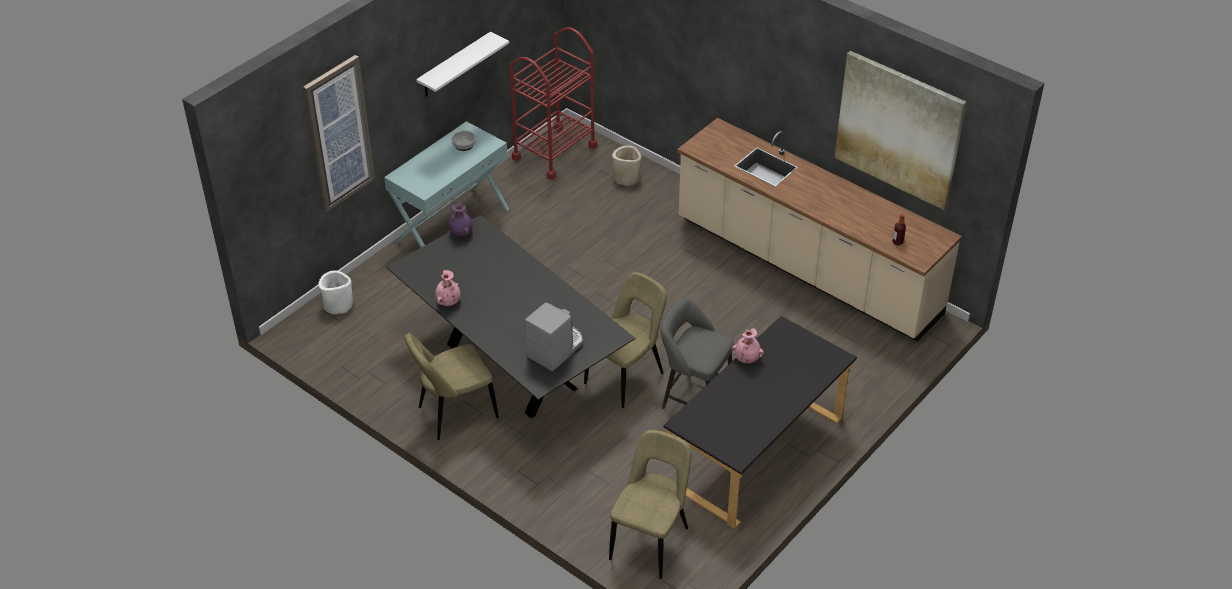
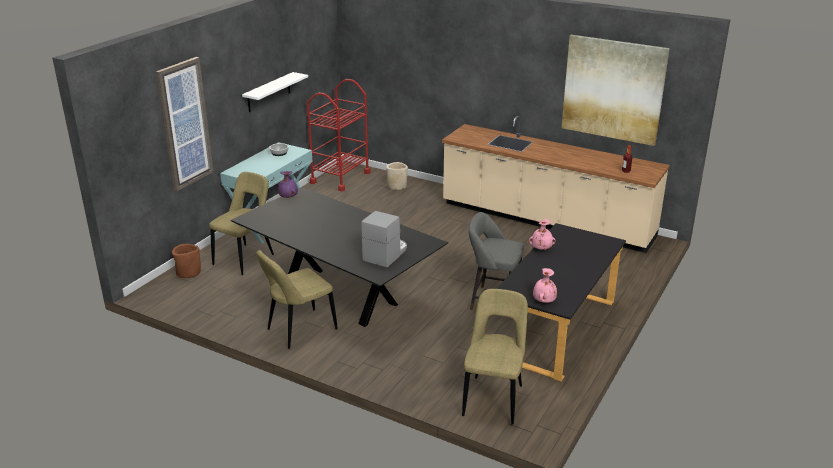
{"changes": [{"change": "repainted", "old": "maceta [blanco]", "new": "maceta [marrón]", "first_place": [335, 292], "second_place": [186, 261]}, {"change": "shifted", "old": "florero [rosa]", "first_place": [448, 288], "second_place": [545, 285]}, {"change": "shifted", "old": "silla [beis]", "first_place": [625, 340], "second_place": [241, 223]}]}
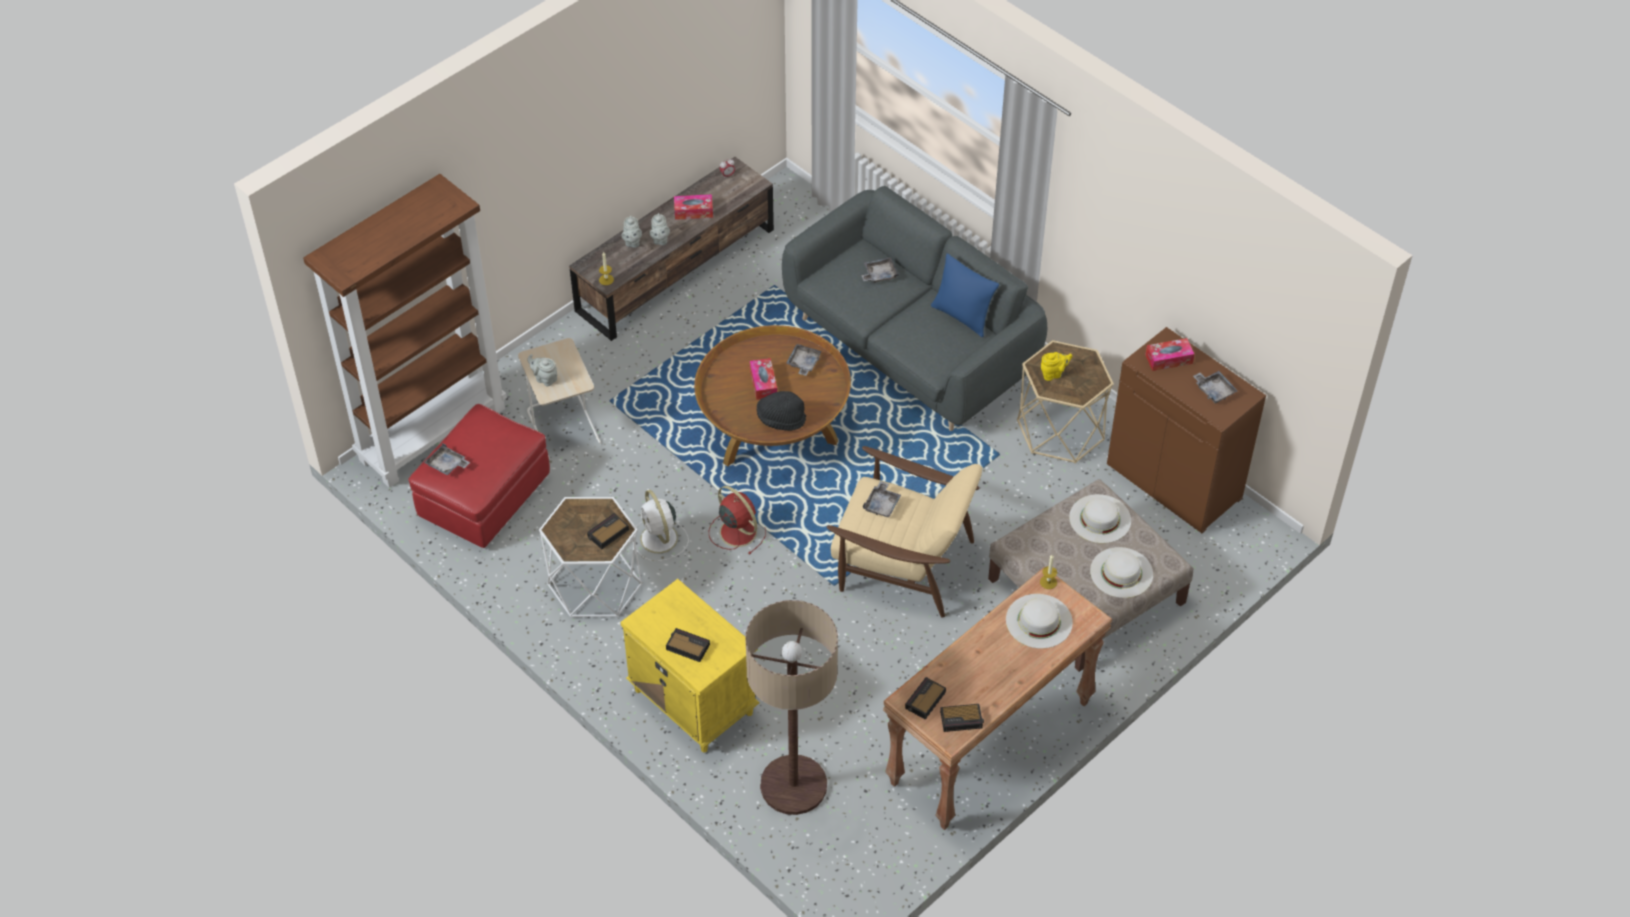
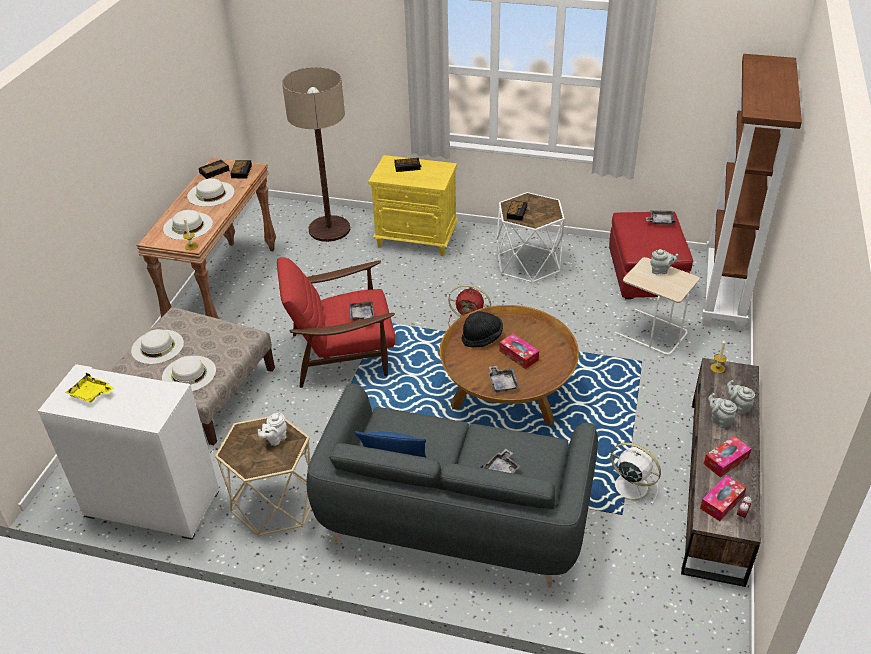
{"changes": [{"change": "shifted", "old": "ventilador [blanco]", "first_place": [661, 525], "second_place": [635, 474]}, {"change": "repainted", "old": "sillón [beis]", "new": "sillón [rojo]", "first_place": [904, 532], "second_place": [336, 322]}, {"change": "repainted", "old": "tetera [amarillo]", "new": "tetera [blanco]", "first_place": [1056, 366], "second_place": [272, 429]}, {"change": "repainted", "old": "armario [marrón]", "new": "armario [blanco]", "first_place": [1186, 430], "second_place": [128, 452]}, {"change": "shifted", "old": "caja de pañuelos", "first_place": [1169, 354], "second_place": [723, 498]}, {"change": "repainted", "old": "bandeja [gris]", "new": "bandeja [amarillo]", "first_place": [1215, 387], "second_place": [90, 388]}, {"change": "new", "new": "sombrero [blanco]", "second_place": [211, 192]}]}
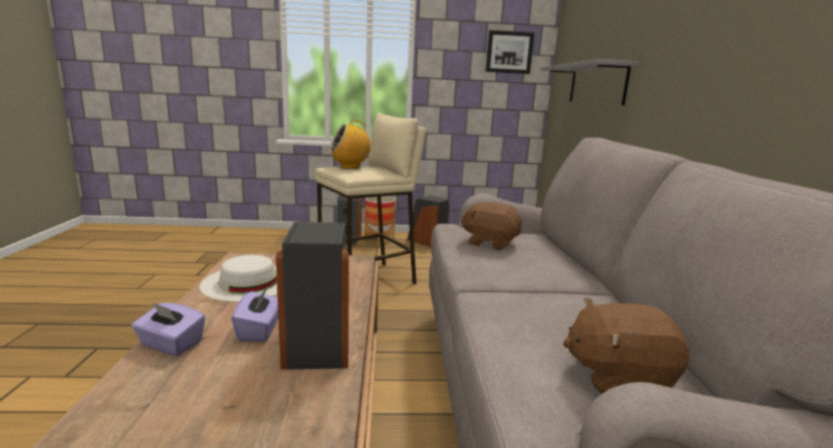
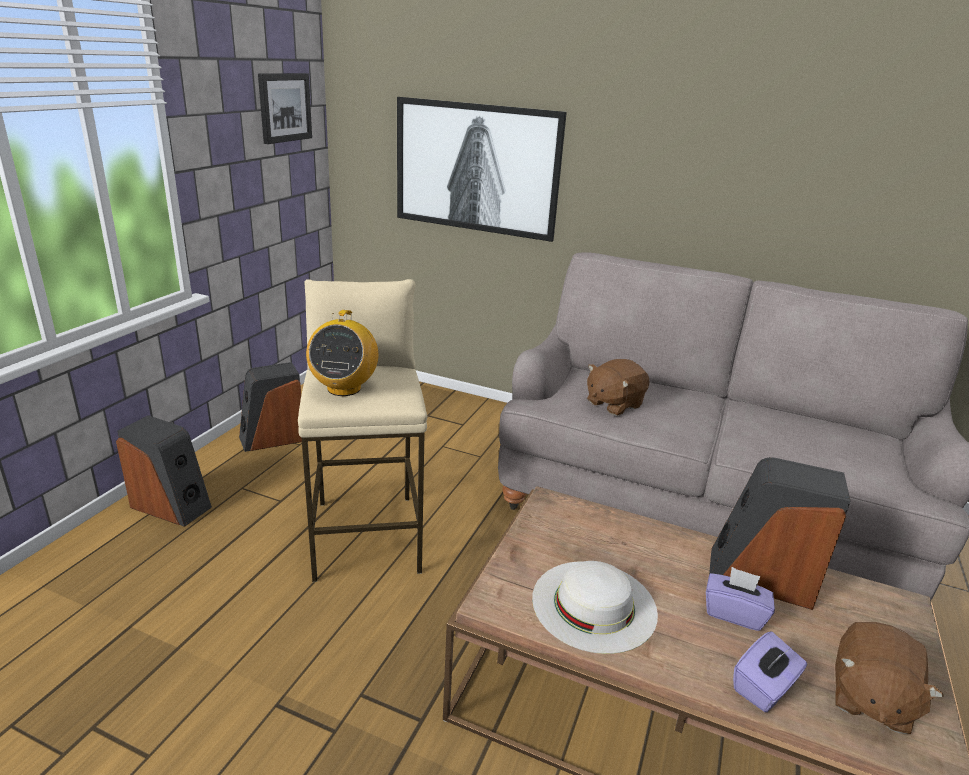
{"changes": [{"change": "gone", "old": "maceta", "first_place": [379, 220]}, {"change": "swapped", "old": "estante [gris]", "new": "cuadro", "first_place": [590, 82], "second_place": [482, 169]}, {"change": "shifted", "old": "peluche [marrón]", "first_place": [626, 346], "second_place": [889, 678]}]}
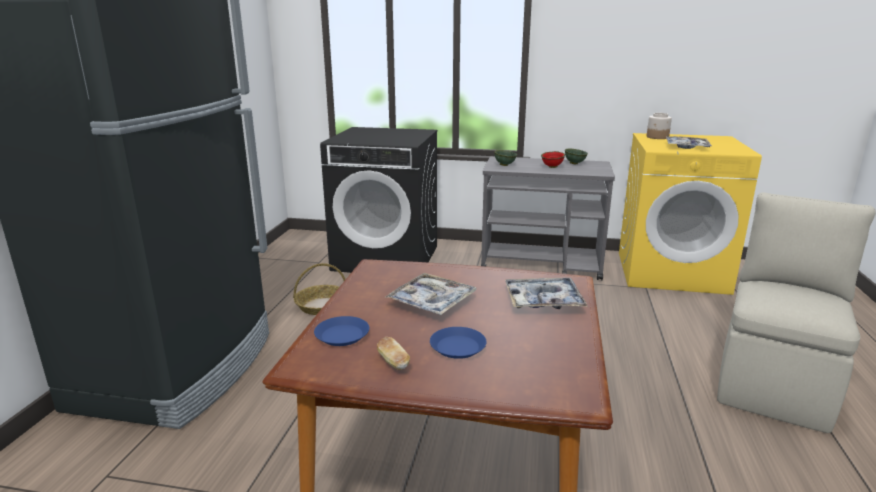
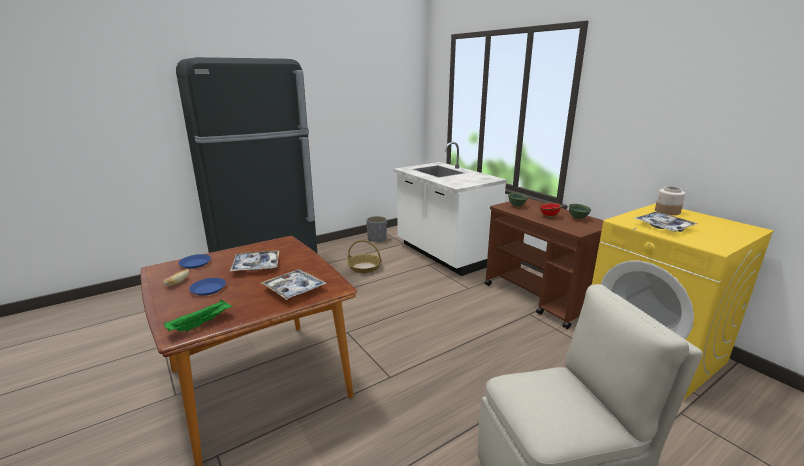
{"changes": [{"change": "swapped", "old": "lavadora [negro]", "new": "mueble bajo de cocina [blanco]", "first_place": [378, 200], "second_place": [450, 209]}, {"change": "repainted", "old": "carrito [gris]", "new": "carrito [marrón]", "first_place": [548, 218], "second_place": [544, 263]}, {"change": "new", "new": "bandeja [verde]", "second_place": [198, 316]}, {"change": "new", "new": "maceta [gris]", "second_place": [376, 229]}]}
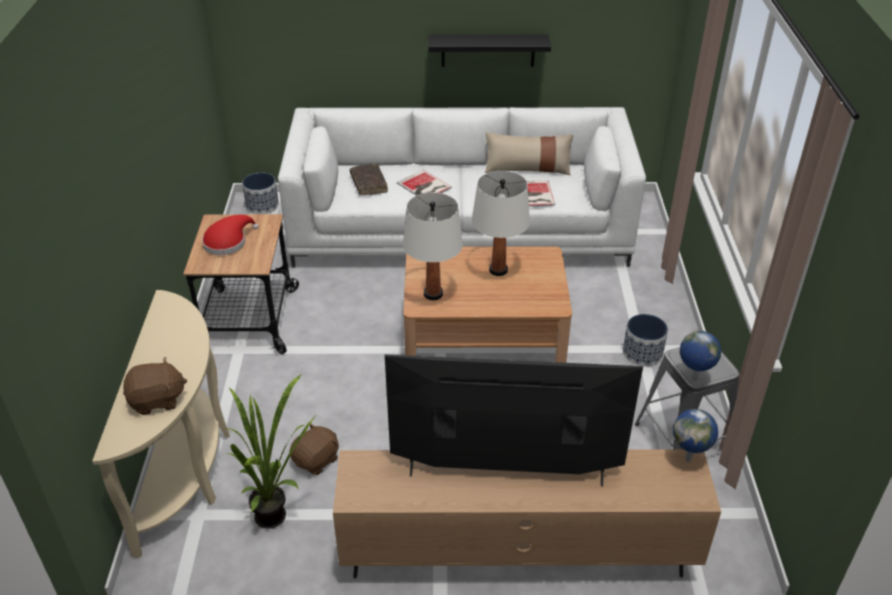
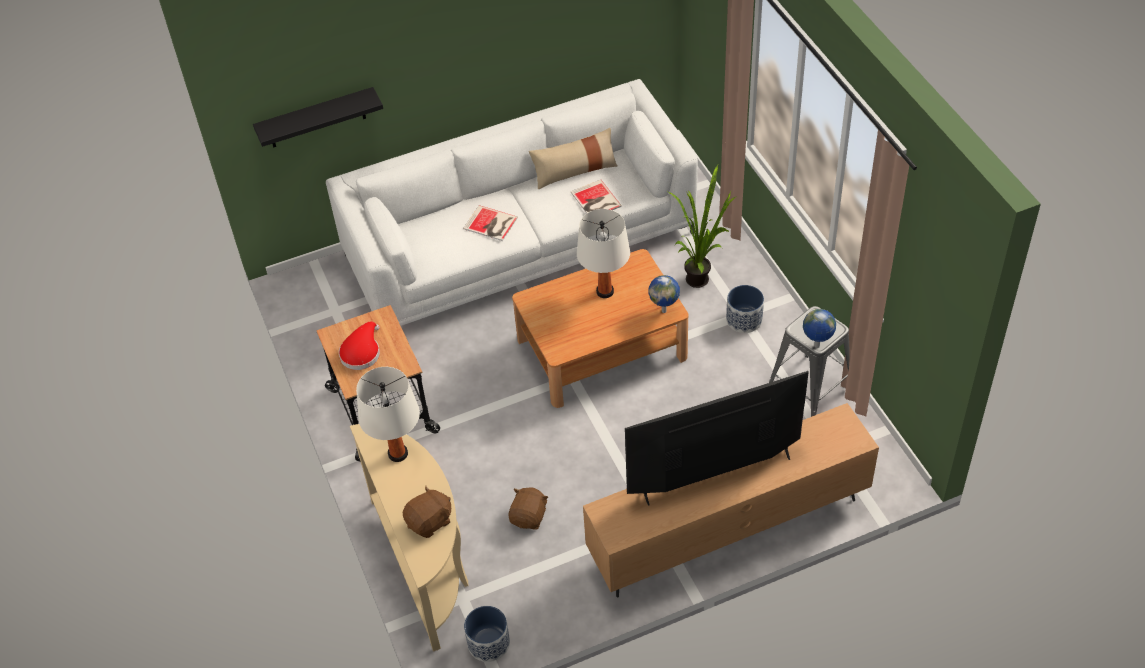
{"changes": [{"change": "shifted", "old": "planta en maceta", "first_place": [271, 451], "second_place": [702, 226]}, {"change": "shifted", "old": "maceta", "first_place": [260, 193], "second_place": [487, 634]}, {"change": "gone", "old": "libro [marrón]", "first_place": [369, 179]}, {"change": "shifted", "old": "lámpara de mesa [blanco]", "first_place": [433, 246], "second_place": [388, 414]}, {"change": "shifted", "old": "estante [negro]", "first_place": [489, 50], "second_place": [318, 117]}, {"change": "shifted", "old": "globo terráqueo", "first_place": [695, 435], "second_place": [664, 294]}]}
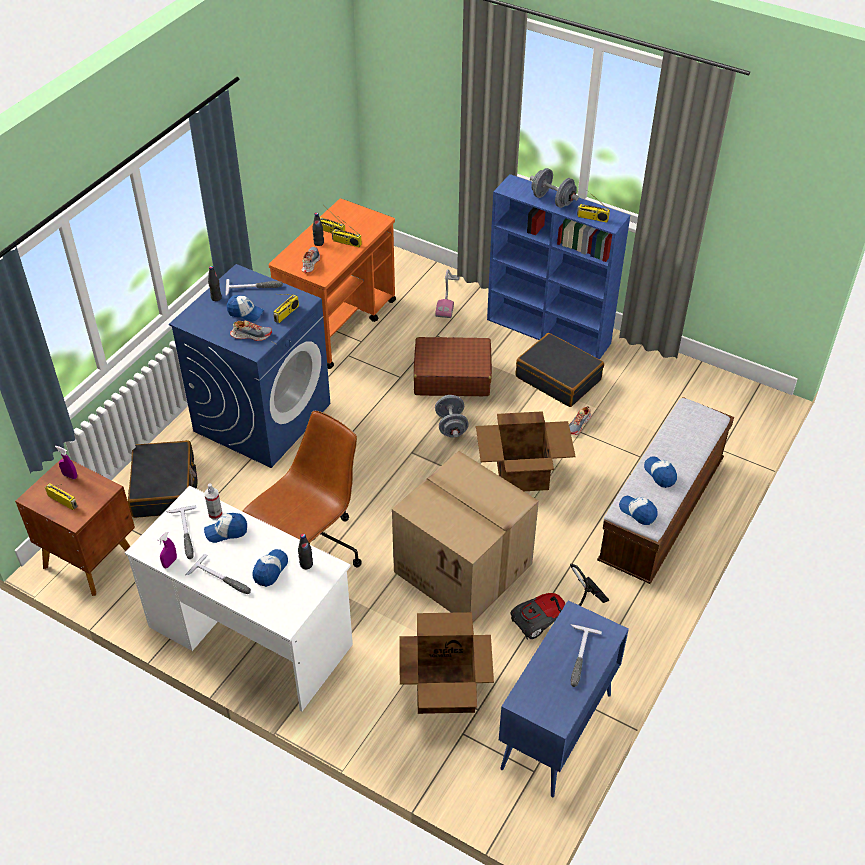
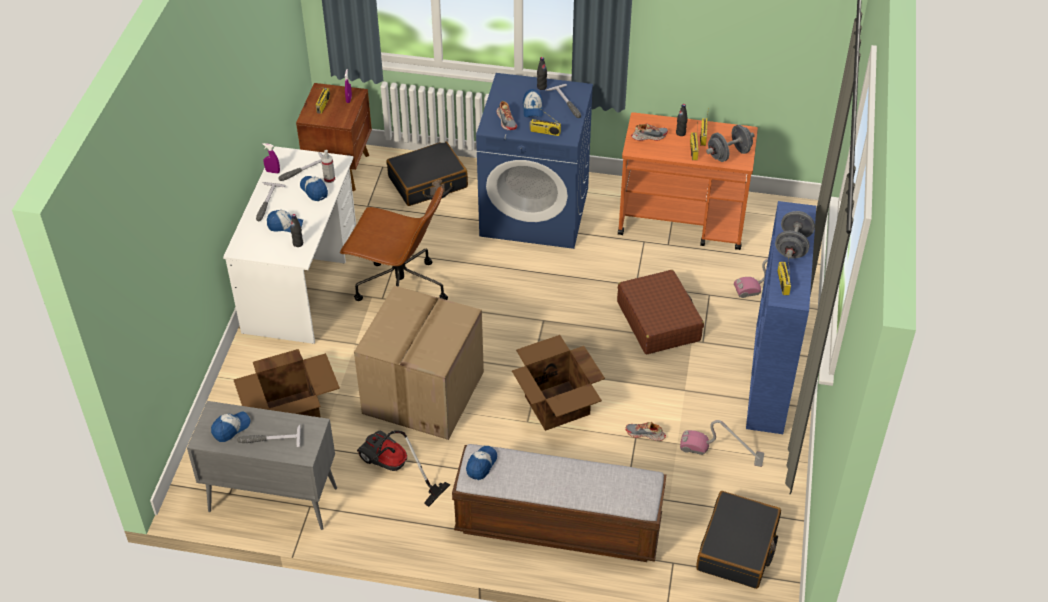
{"changes": [{"change": "shifted", "old": "mancuerna [gris]", "first_place": [452, 416], "second_place": [730, 143]}, {"change": "repainted", "old": "armario [azul]", "new": "armario [gris]", "first_place": [564, 698], "second_place": [262, 465]}, {"change": "shifted", "old": "maleta [negro]", "first_place": [560, 370], "second_place": [738, 540]}, {"change": "shifted", "old": "gorra", "first_place": [660, 472], "second_place": [230, 426]}, {"change": "new", "new": "aspiradora", "second_place": [722, 443]}]}
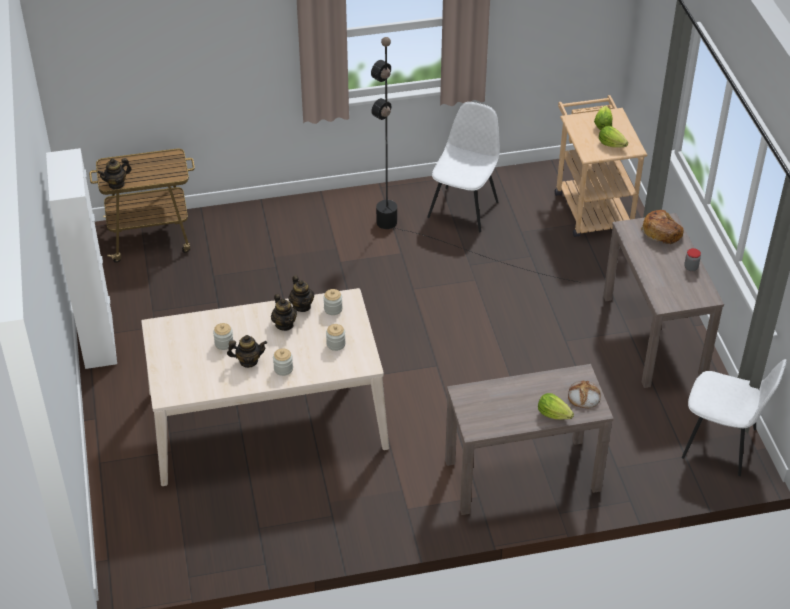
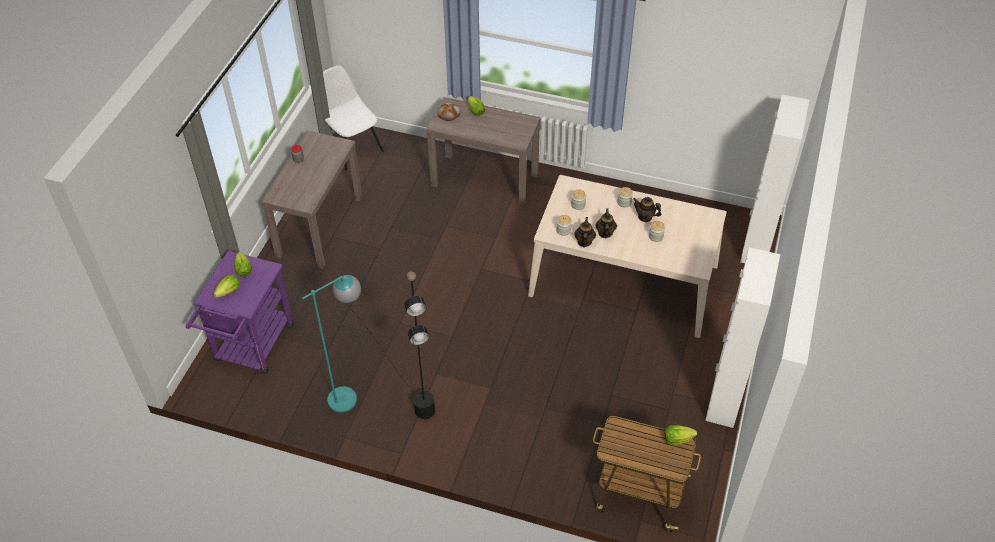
{"changes": [{"change": "swapped", "old": "tetera", "new": "lechuga", "first_place": [114, 174], "second_place": [680, 435]}, {"change": "swapped", "old": "silla [blanco]", "new": "lámpara de pie [turquesa]", "first_place": [463, 167], "second_place": [331, 344]}, {"change": "repainted", "old": "carrito [beis]", "new": "carrito [morado]", "first_place": [601, 166], "second_place": [240, 312]}, {"change": "gone", "old": "pan", "first_place": [662, 227]}, {"change": "new", "new": "armario [blanco]", "second_place": [774, 179]}]}
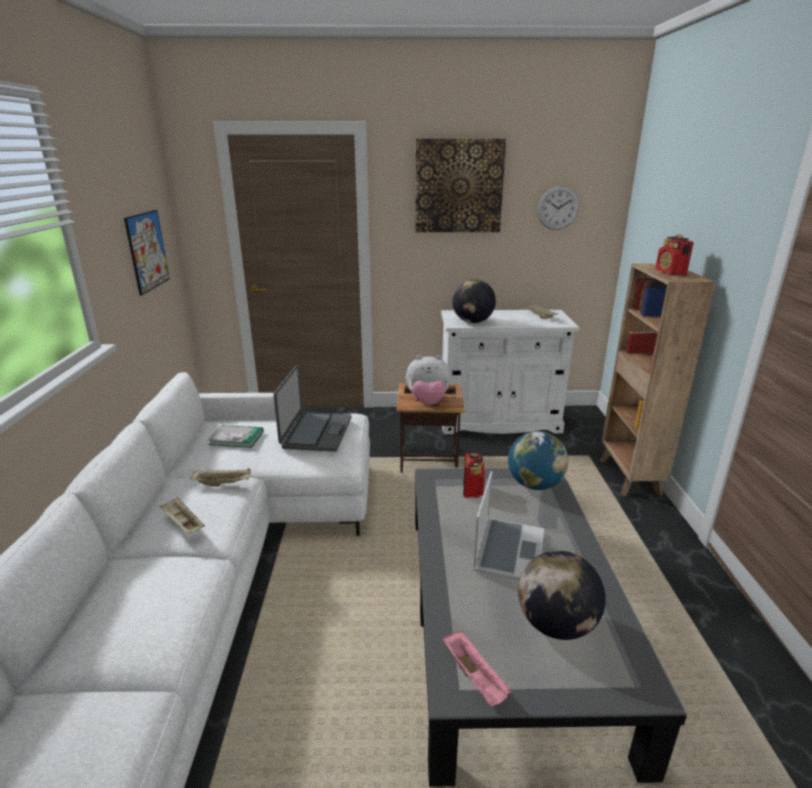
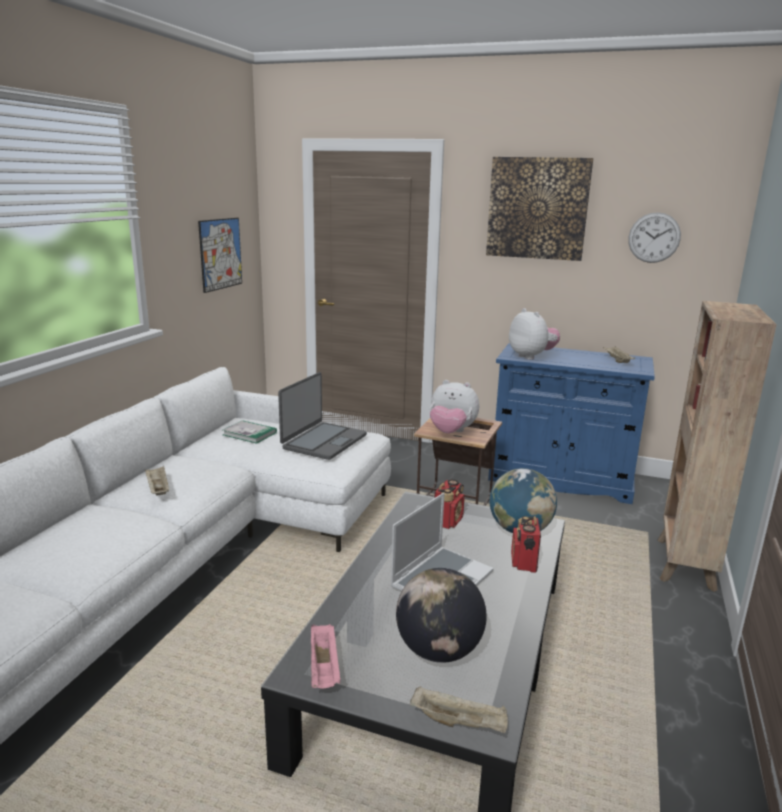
{"changes": [{"change": "shifted", "old": "bandeja [beis]", "first_place": [220, 477], "second_place": [459, 709]}, {"change": "repainted", "old": "armario [blanco]", "new": "armario [azul]", "first_place": [510, 372], "second_place": [571, 423]}, {"change": "swapped", "old": "globo terráqueo", "new": "peluche", "first_place": [474, 301], "second_place": [534, 334]}, {"change": "shifted", "old": "radio", "first_place": [675, 254], "second_place": [526, 544]}]}
